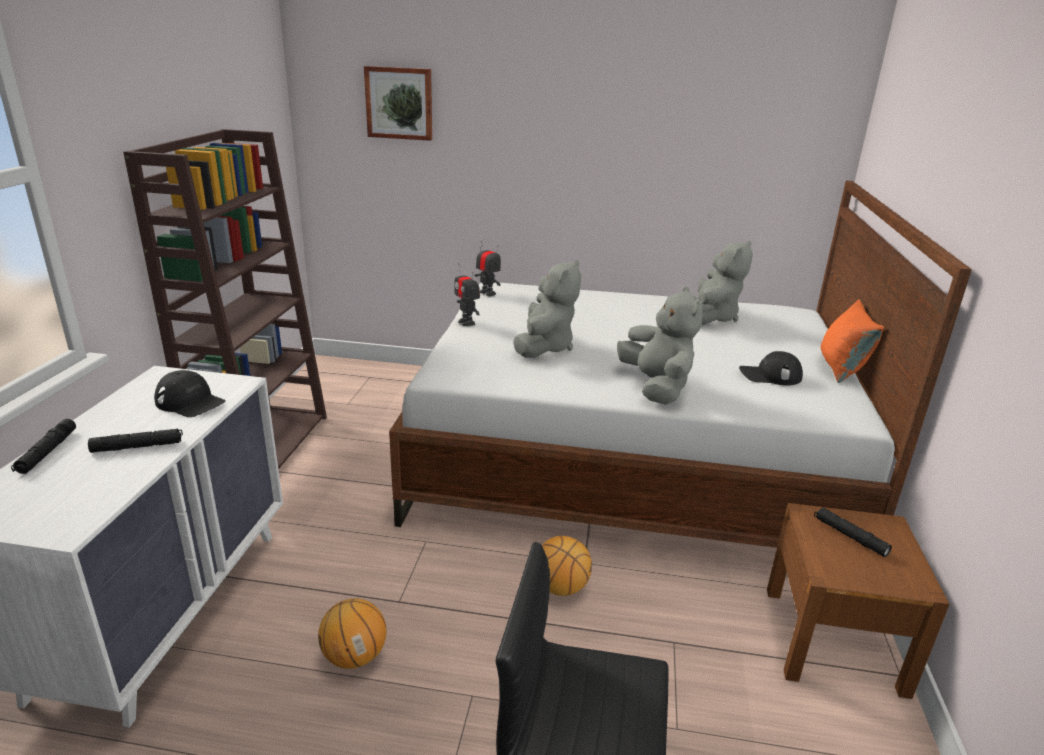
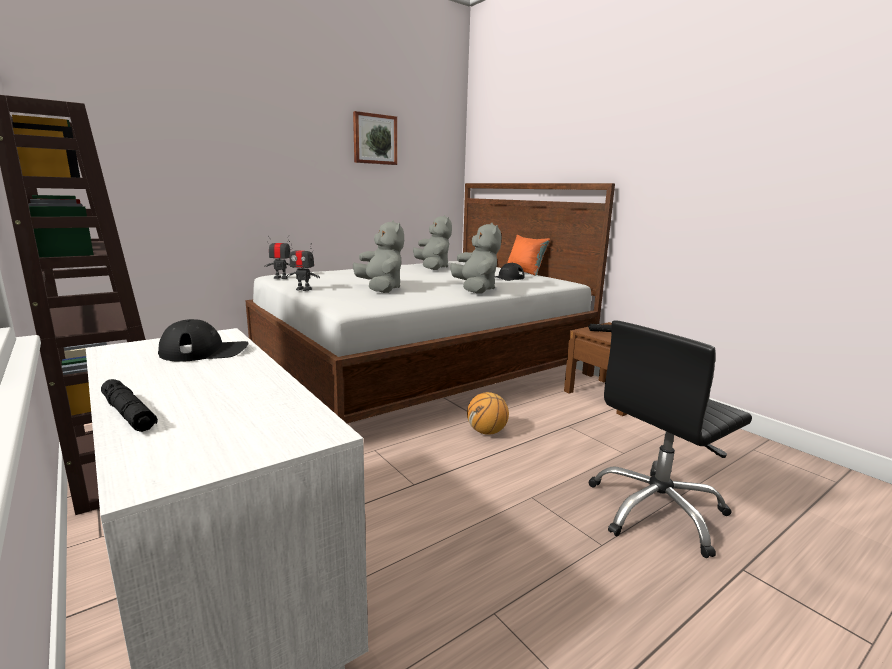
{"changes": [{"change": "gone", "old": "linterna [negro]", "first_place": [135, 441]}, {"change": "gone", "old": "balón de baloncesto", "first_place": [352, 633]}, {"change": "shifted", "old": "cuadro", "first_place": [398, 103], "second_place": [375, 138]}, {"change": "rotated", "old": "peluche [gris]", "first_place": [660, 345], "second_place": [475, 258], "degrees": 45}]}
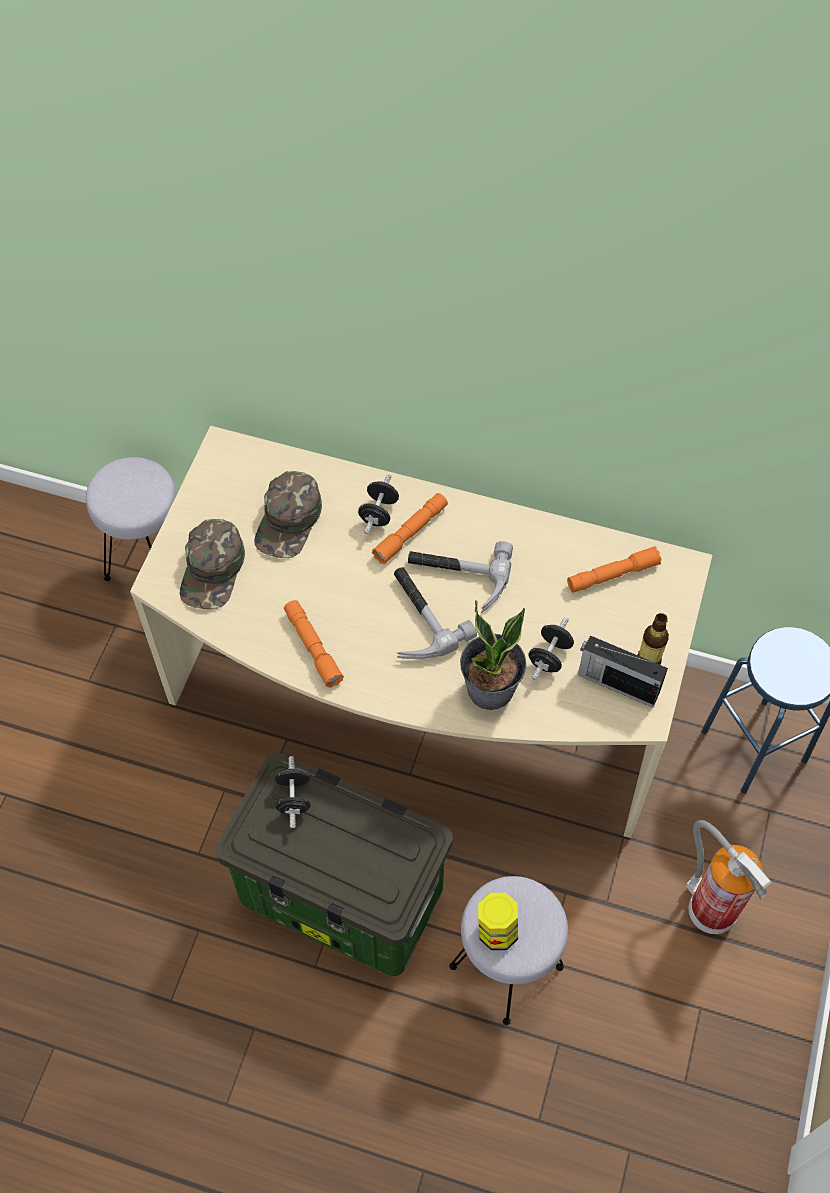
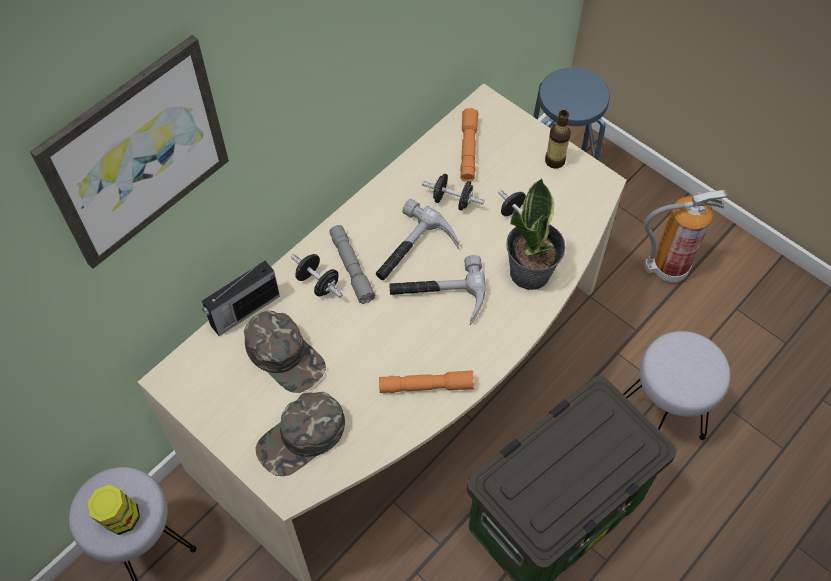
{"changes": [{"change": "rotated", "old": "gorra [verde]", "first_place": [212, 564], "second_place": [300, 434], "degrees": 105}, {"change": "shifted", "old": "mancuerna [negro]", "first_place": [293, 792], "second_place": [453, 192]}, {"change": "repainted", "old": "linterna [naranja]", "new": "linterna [gris]", "first_place": [410, 528], "second_place": [352, 264]}, {"change": "shifted", "old": "tarro", "first_place": [498, 921], "second_place": [113, 510]}, {"change": "shifted", "old": "radio", "first_place": [623, 671], "second_place": [241, 298]}, {"change": "new", "new": "cuadro", "second_place": [129, 152]}]}
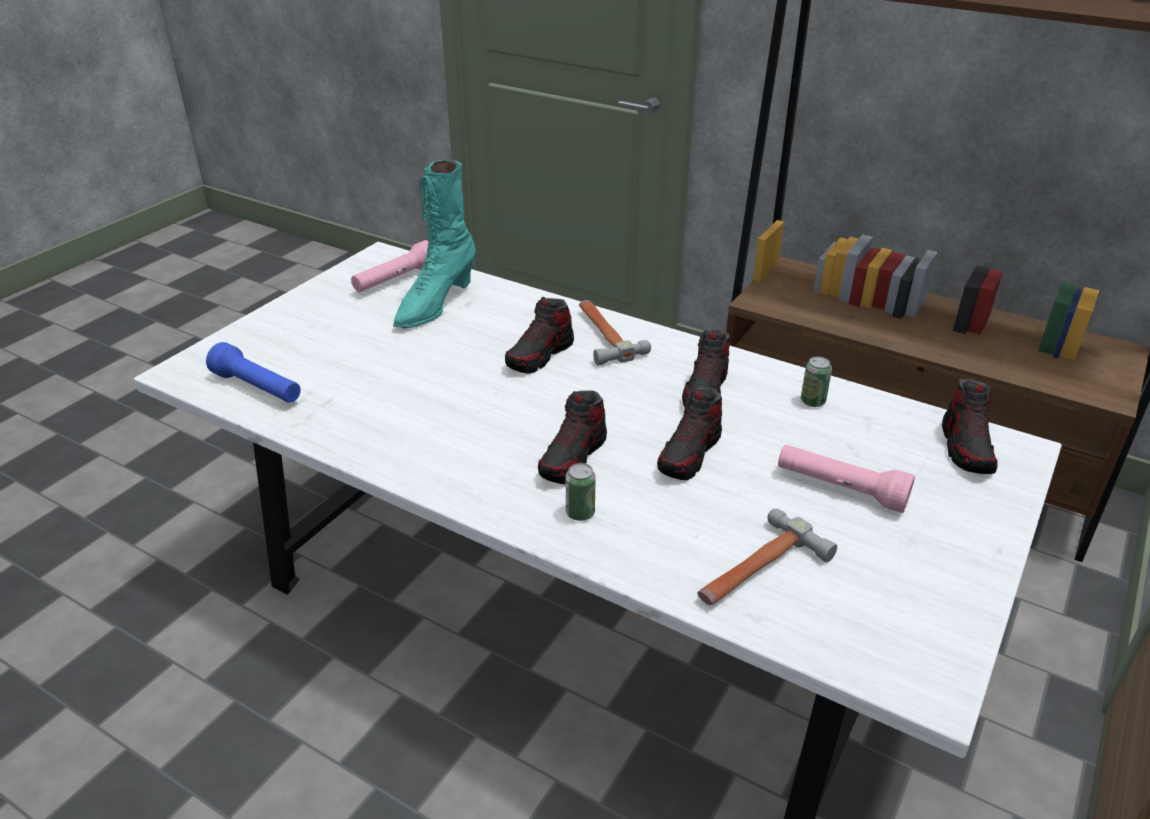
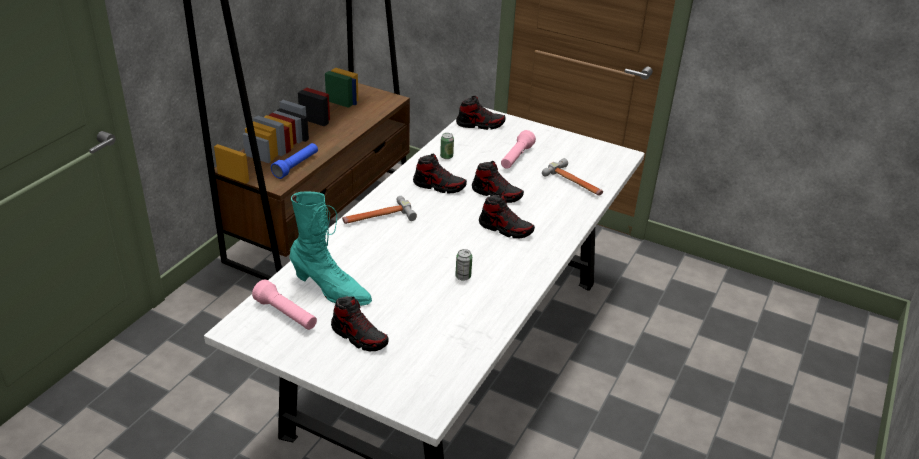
{"changes": [{"change": "shifted", "old": "linterna [azul]", "first_place": [253, 372], "second_place": [294, 161]}, {"change": "shifted", "old": "zapato", "first_place": [539, 335], "second_place": [360, 323]}, {"change": "shifted", "old": "lata", "first_place": [581, 492], "second_place": [463, 265]}]}
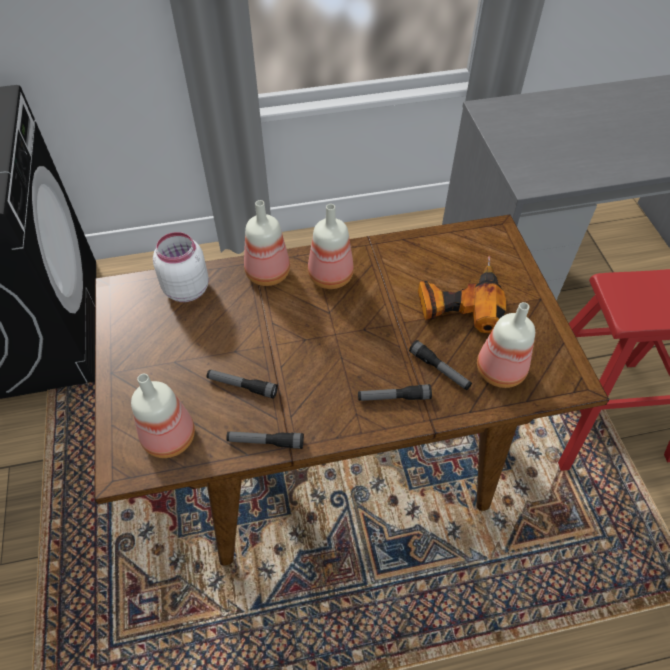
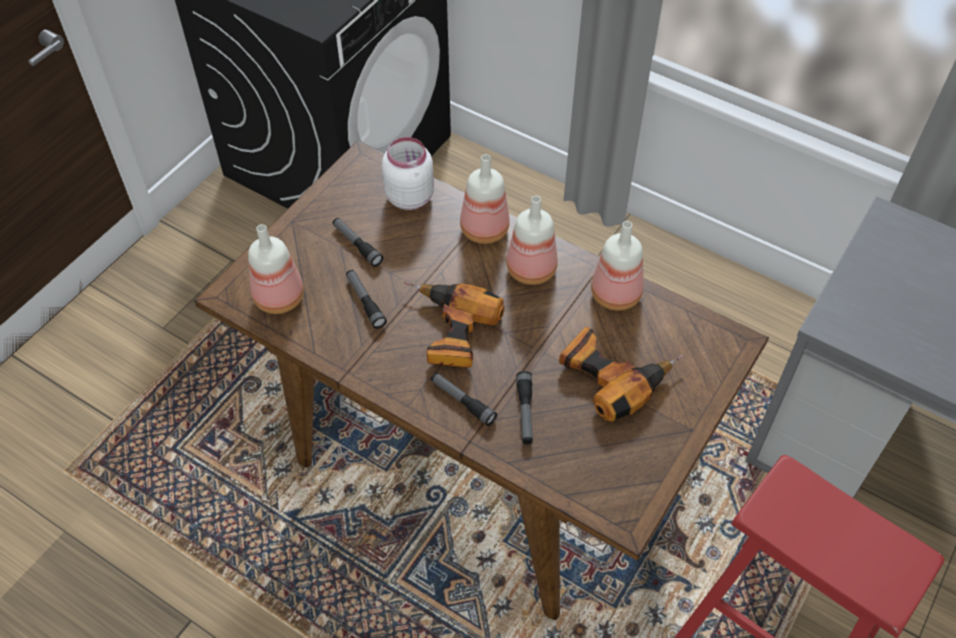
{"changes": [{"change": "shifted", "old": "linterna", "first_place": [265, 440], "second_place": [358, 242]}, {"change": "shifted", "old": "botella", "first_place": [506, 345], "second_place": [617, 266]}, {"change": "new", "new": "taladro", "second_place": [454, 325]}]}
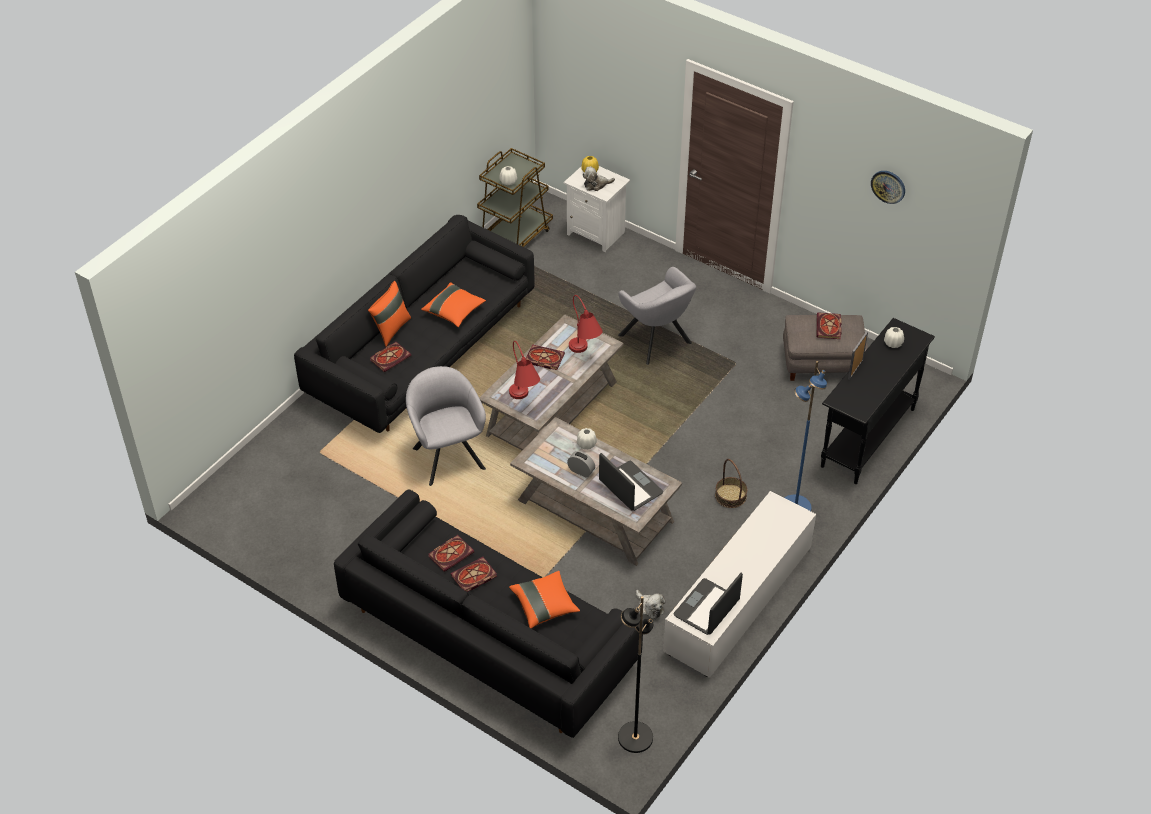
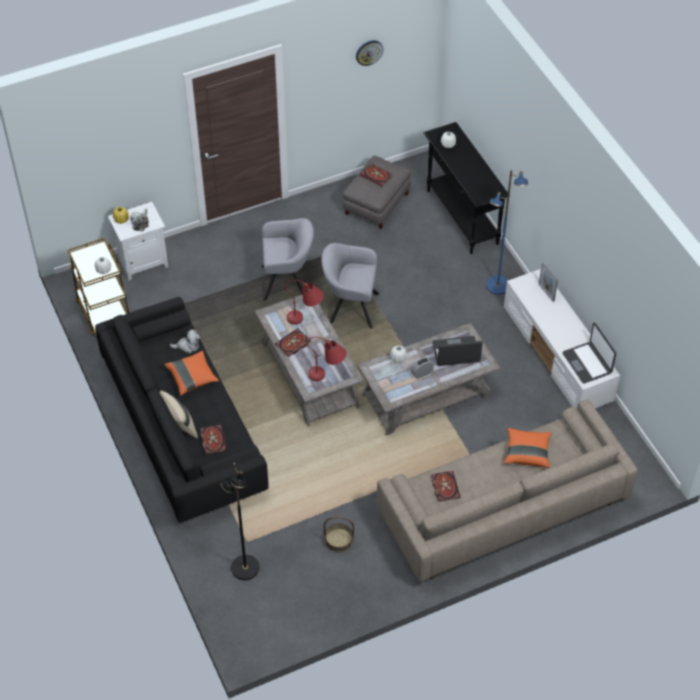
{"changes": [{"change": "repainted", "old": "sofá [negro]", "new": "sofá [beis]", "first_place": [488, 613], "second_place": [507, 490]}, {"change": "repainted", "old": "cojín [naranja]", "new": "cojín [beis]", "first_place": [389, 314], "second_place": [179, 414]}, {"change": "shifted", "old": "sillón [gris]", "first_place": [446, 426], "second_place": [350, 286]}, {"change": "gone", "old": "libro", "first_place": [473, 574]}, {"change": "shifted", "old": "lámpara de pie [negro]", "first_place": [635, 674], "second_place": [240, 521]}, {"change": "shifted", "old": "peluche", "first_place": [651, 604], "second_place": [184, 341]}, {"change": "shifted", "old": "cesta", "first_place": [731, 483], "second_place": [339, 535]}, {"change": "shifted", "old": "portarretratos", "first_place": [858, 355], "second_place": [548, 282]}]}
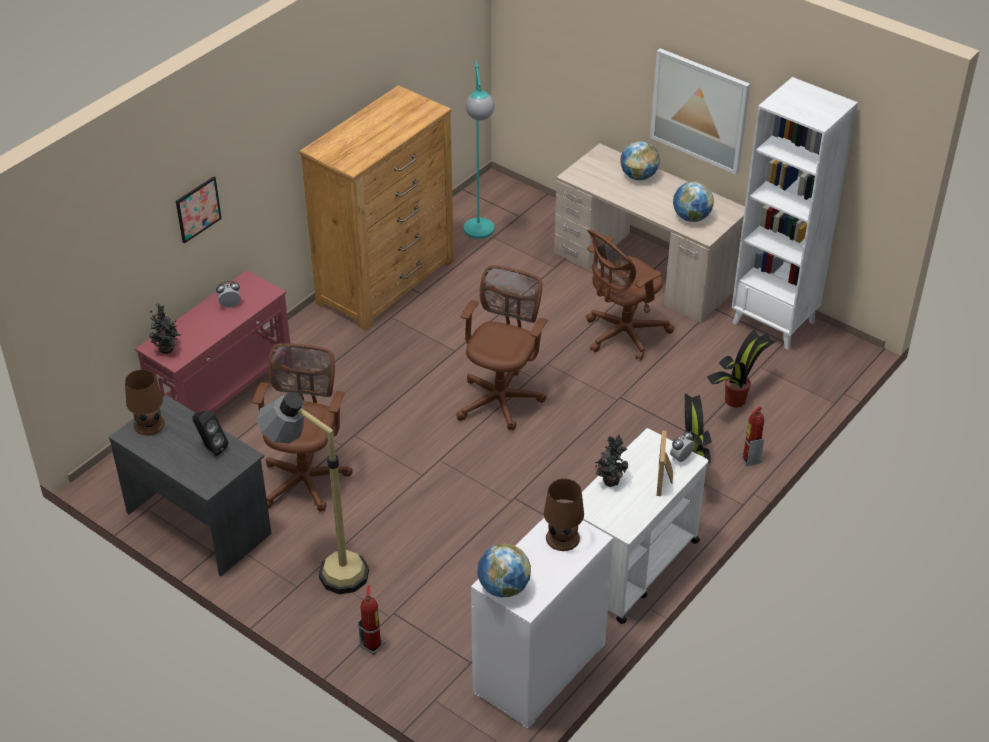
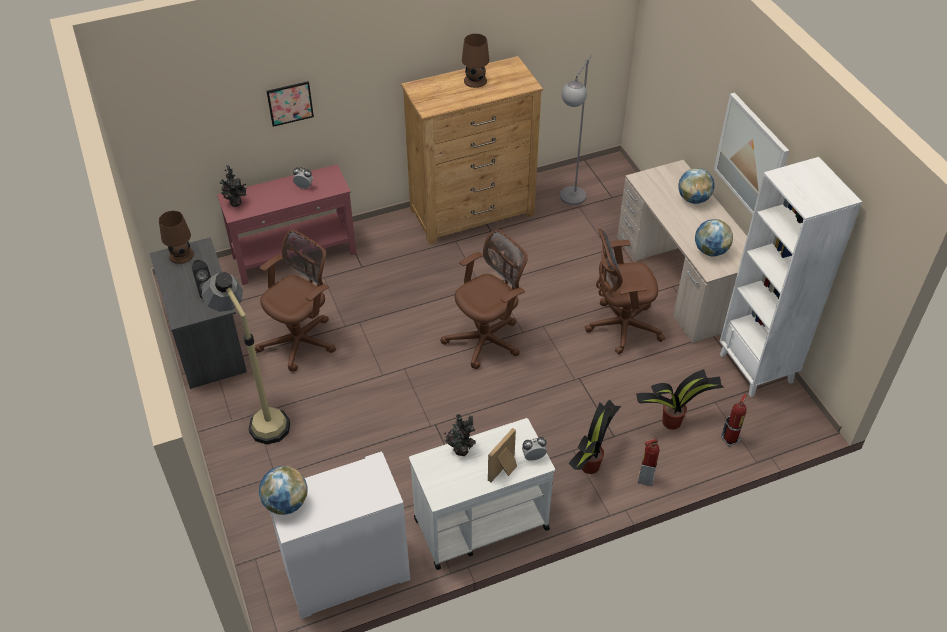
{"changes": [{"change": "shifted", "old": "extintor", "first_place": [371, 620], "second_place": [734, 420]}, {"change": "repainted", "old": "lámpara de pie [turquesa]", "new": "lámpara de pie [gris]", "first_place": [479, 149], "second_place": [576, 130]}, {"change": "shifted", "old": "lámpara de mesa [marrón]", "first_place": [564, 515], "second_place": [475, 61]}]}
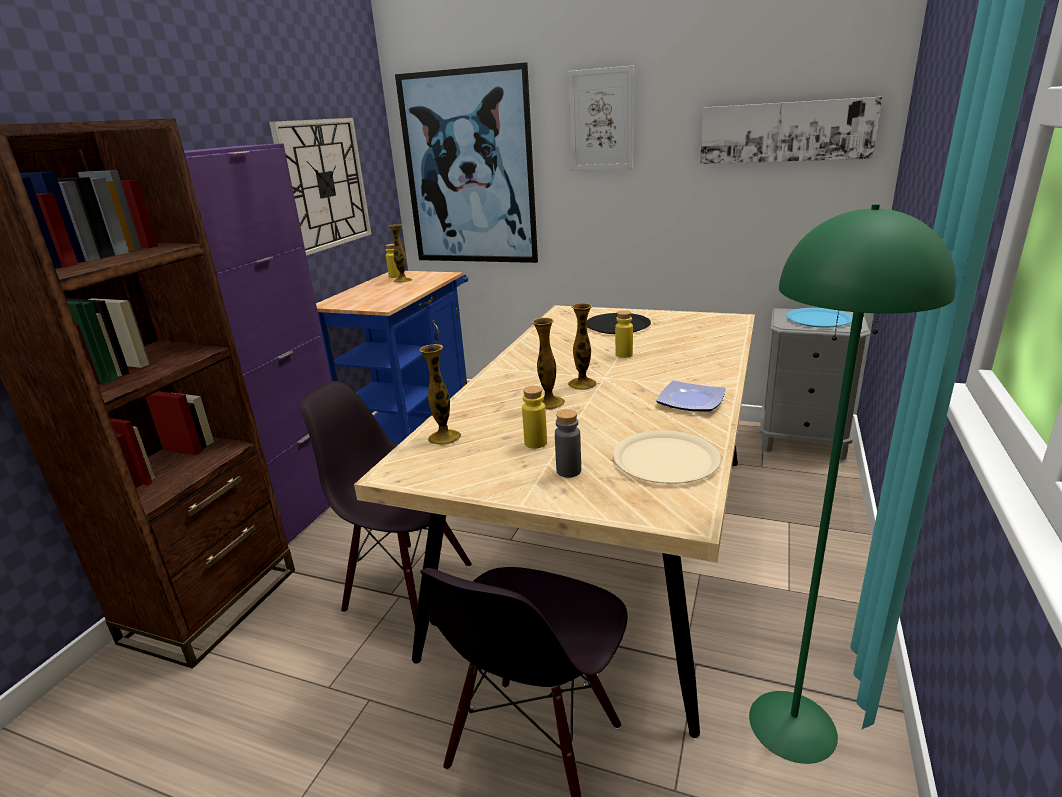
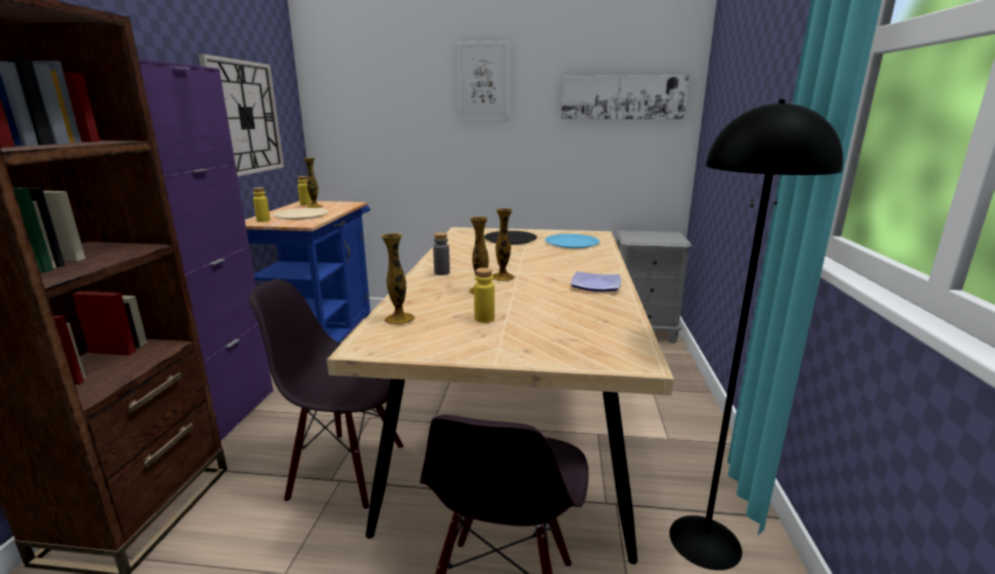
{"changes": [{"change": "gone", "old": "cuadro", "first_place": [466, 162]}, {"change": "shifted", "old": "botella [gris]", "first_place": [568, 443], "second_place": [441, 254]}, {"change": "shifted", "old": "plato [beis]", "first_place": [667, 457], "second_place": [301, 214]}, {"change": "shifted", "old": "botella [amarillo]", "first_place": [624, 334], "second_place": [261, 204]}, {"change": "repainted", "old": "lámpara de pie [verde]", "new": "lámpara de pie [negro]", "first_place": [852, 484], "second_place": [756, 335]}, {"change": "shifted", "old": "plato [azul]", "first_place": [819, 318], "second_place": [572, 241]}]}
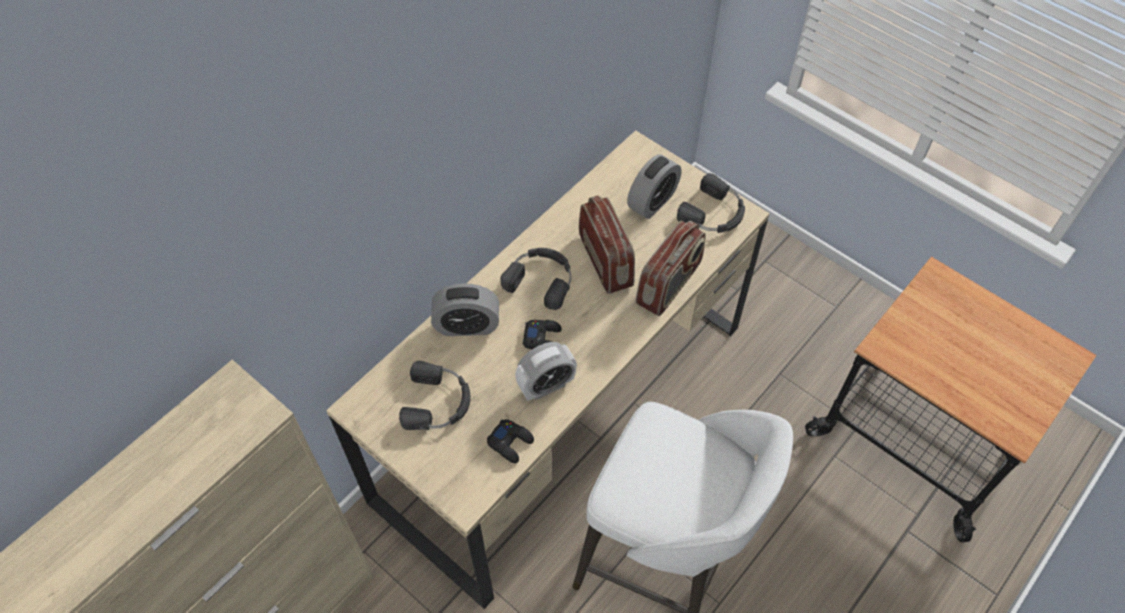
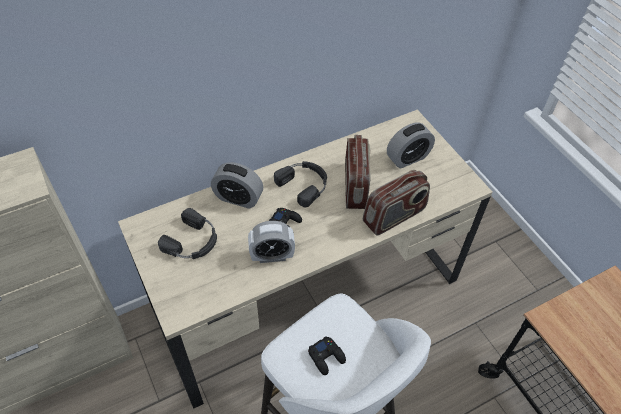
{"changes": [{"change": "shifted", "old": "mando de consola [negro]", "first_place": [510, 441], "second_place": [327, 355]}, {"change": "gone", "old": "auriculares [negro]", "first_place": [711, 203]}]}
